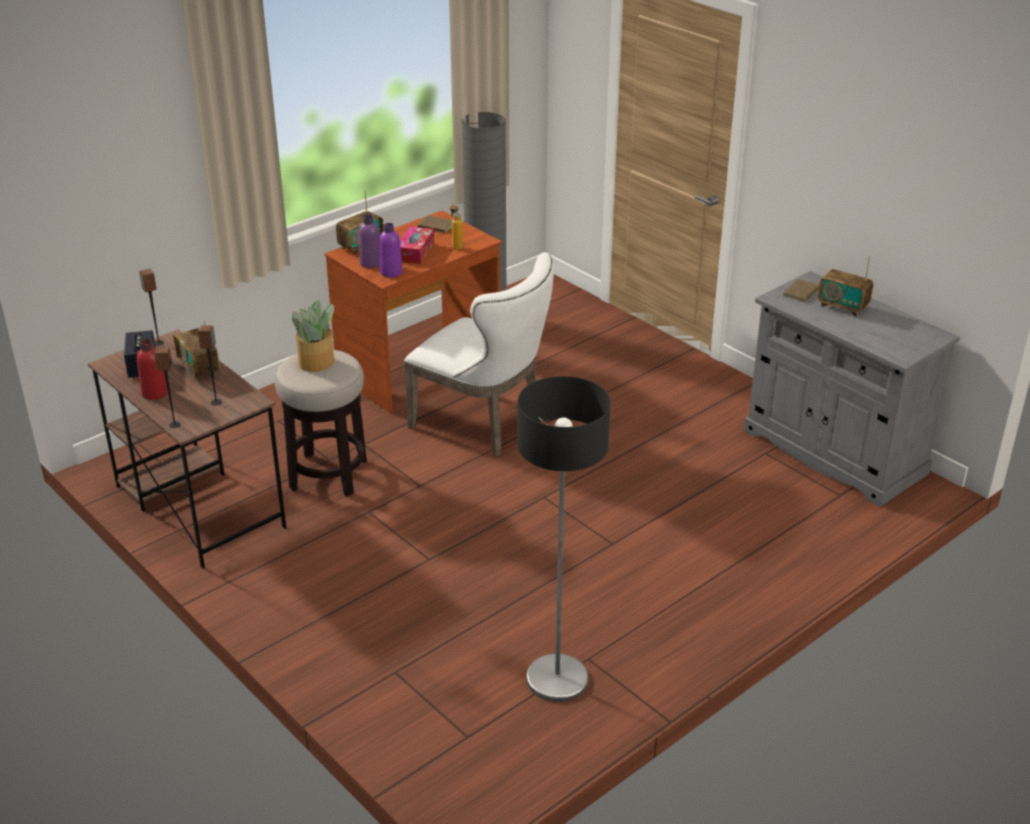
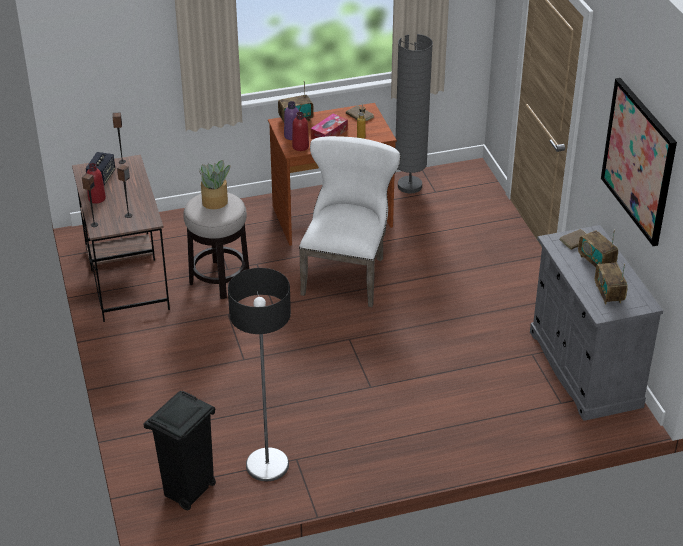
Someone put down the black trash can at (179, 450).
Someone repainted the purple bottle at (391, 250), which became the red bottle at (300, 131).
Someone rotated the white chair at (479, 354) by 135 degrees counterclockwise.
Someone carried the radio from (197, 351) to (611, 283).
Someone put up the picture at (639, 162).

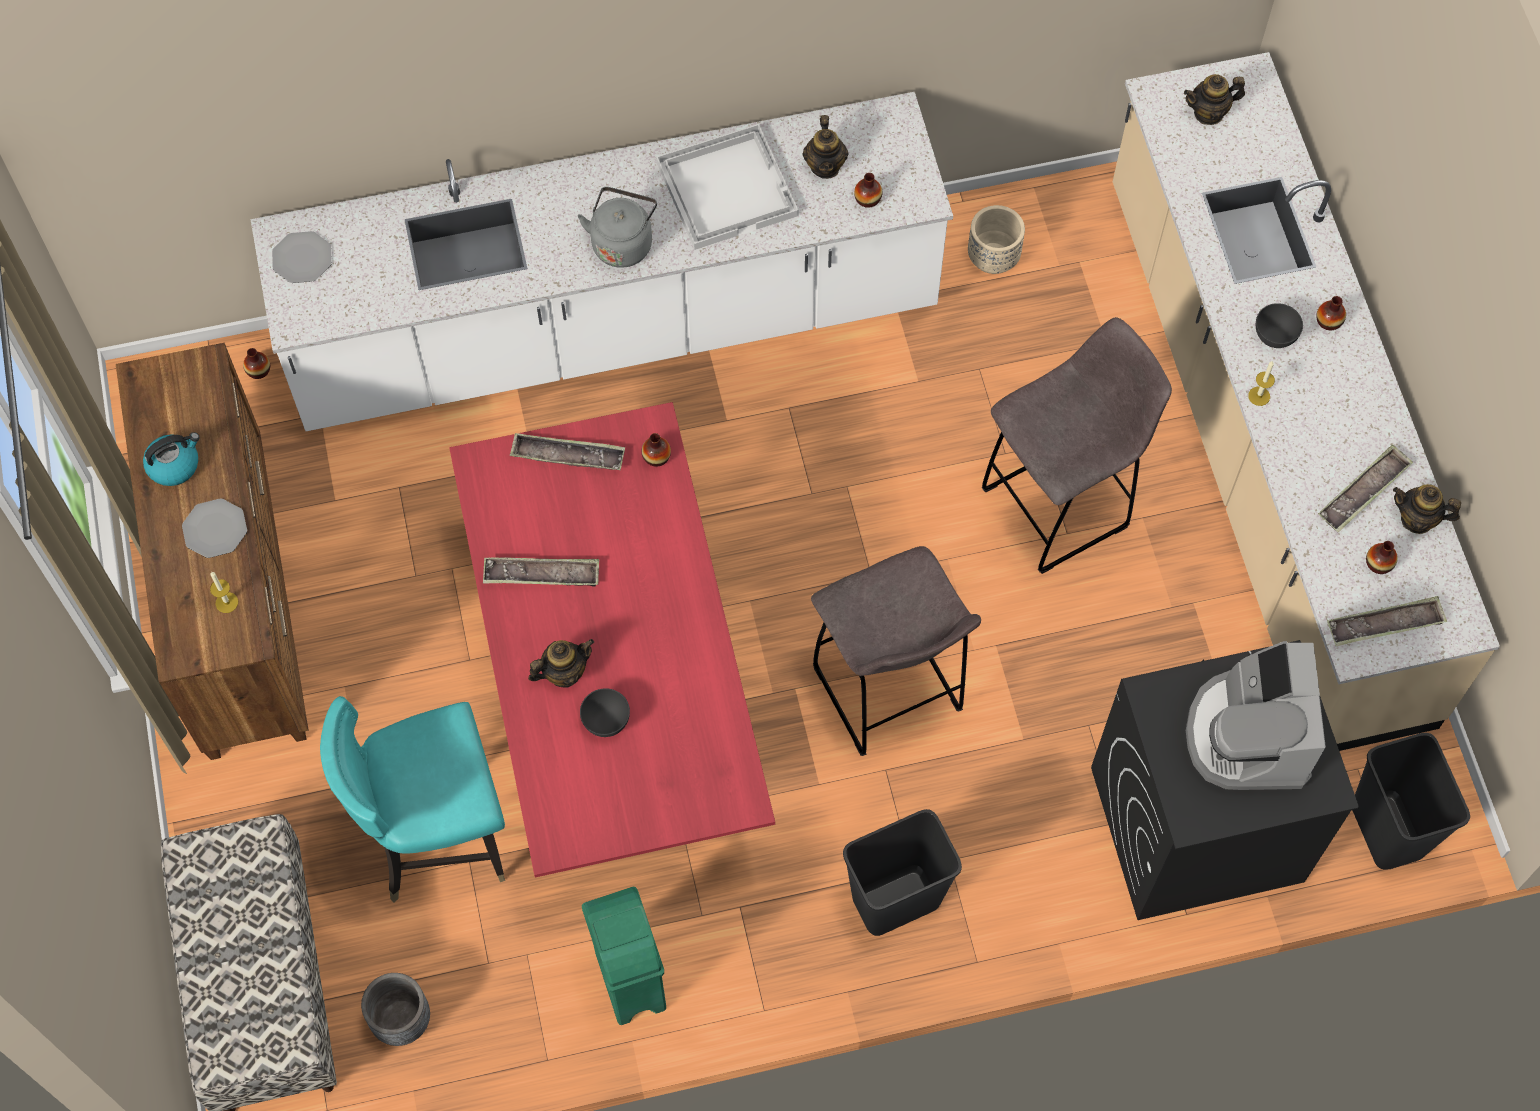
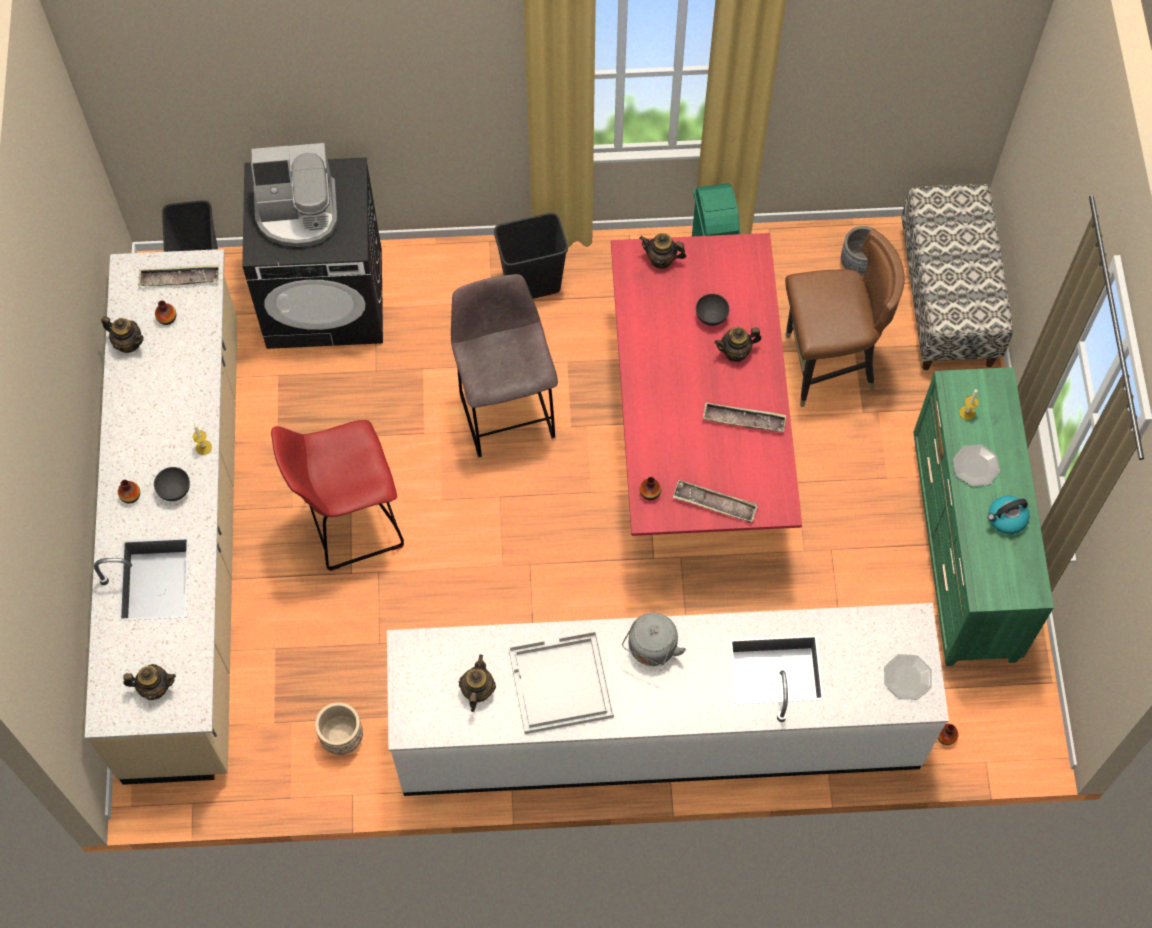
Someone rotated the coffee machine at (1256, 715) by 75 degrees clockwise.
Someone repainted the grey stool at (1077, 445), which became the red stool at (337, 495).
Someone put down the teapot at (663, 251).
Someone repainted the turquoise chair at (412, 799), which became the brown chair at (845, 318).
Someone repainted the brown dresser at (212, 551), which became the green dresser at (983, 516).
Someone took away the vase at (868, 190).
Someone took away the tray at (1365, 488).

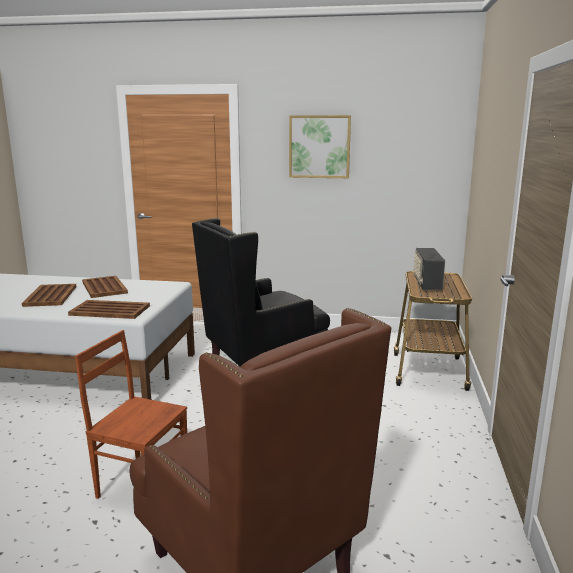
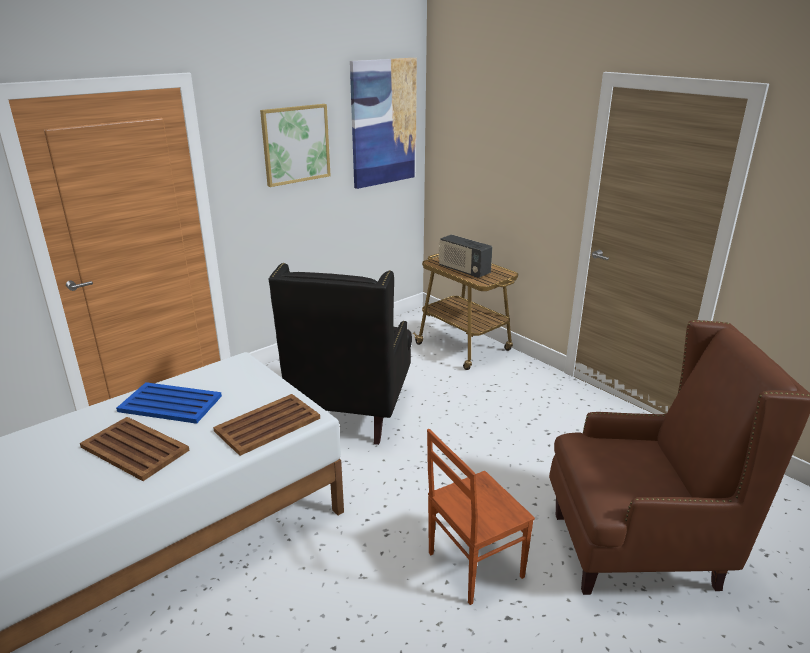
Someone repainted the brown tray at (105, 287), which became the blue tray at (169, 403).
Someone put up the picture at (383, 123).

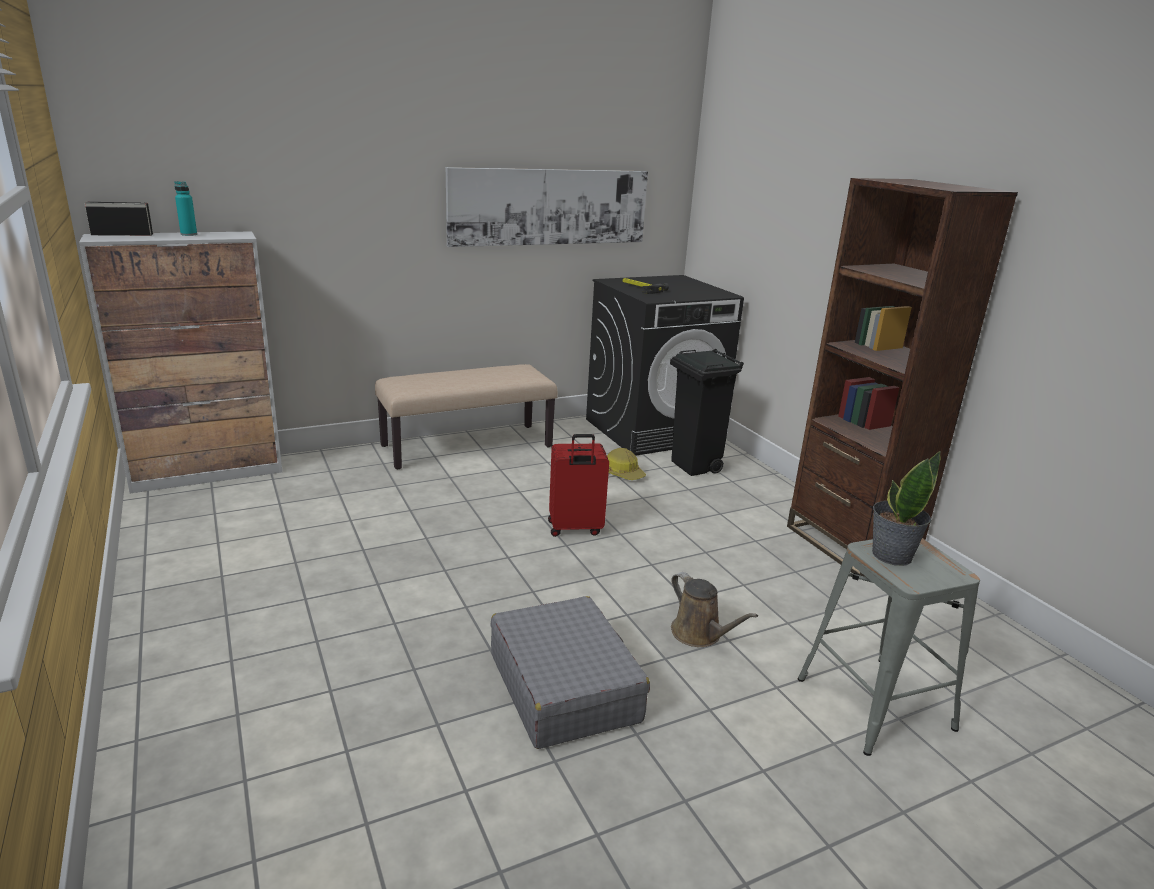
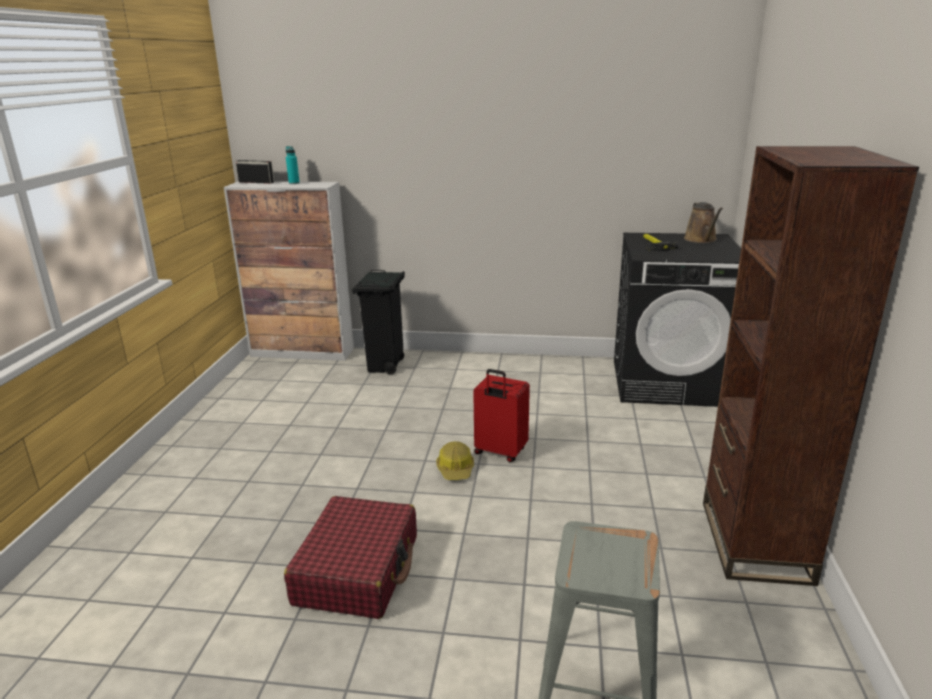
Someone repainted the grey suitcase at (570, 672), which became the red suitcase at (350, 557).
Someone carried the black trash can from (707, 412) to (378, 322).
Someone carried the hard hat from (626, 464) to (455, 460).
Someone carried the brown watering can from (714, 609) to (703, 222).
Someone took away the beige bench at (466, 416).
Someone took away the picture at (547, 207).
Someone took away the potted plant at (906, 508).

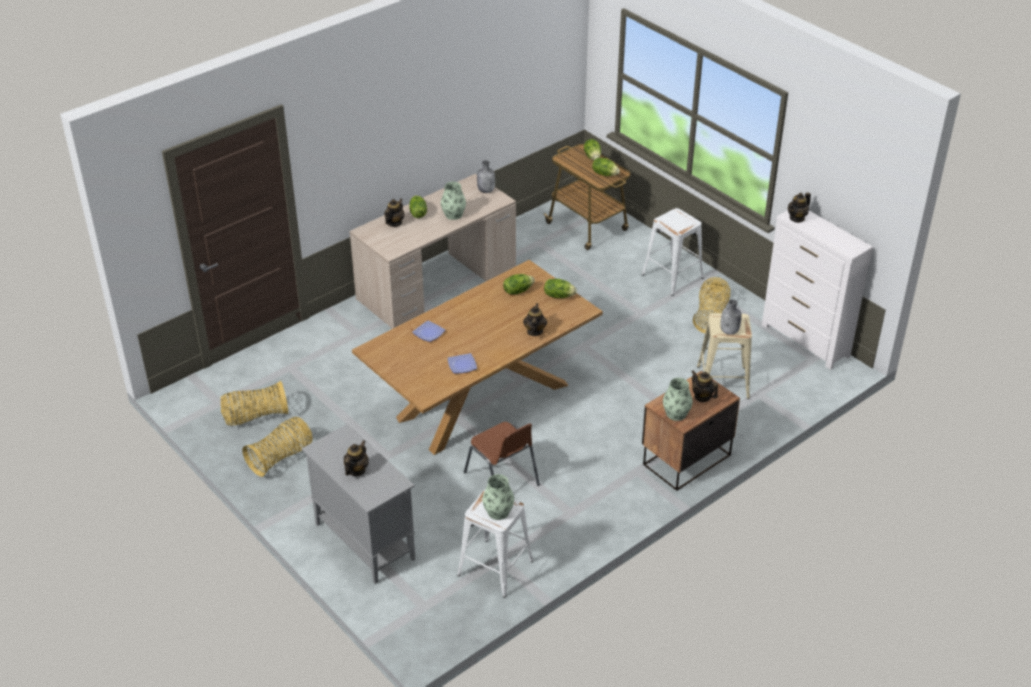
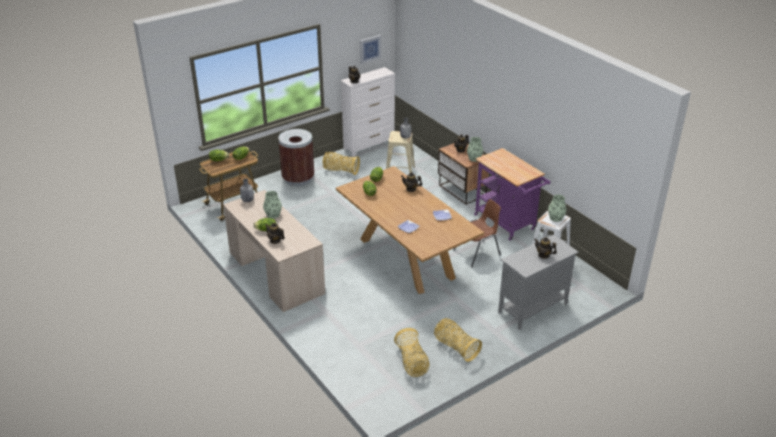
Someone swapped the white stool at (673, 252) for the brown trash can at (296, 157).
Someone put up the picture at (370, 49).
Someone put down the purple cart at (512, 194).

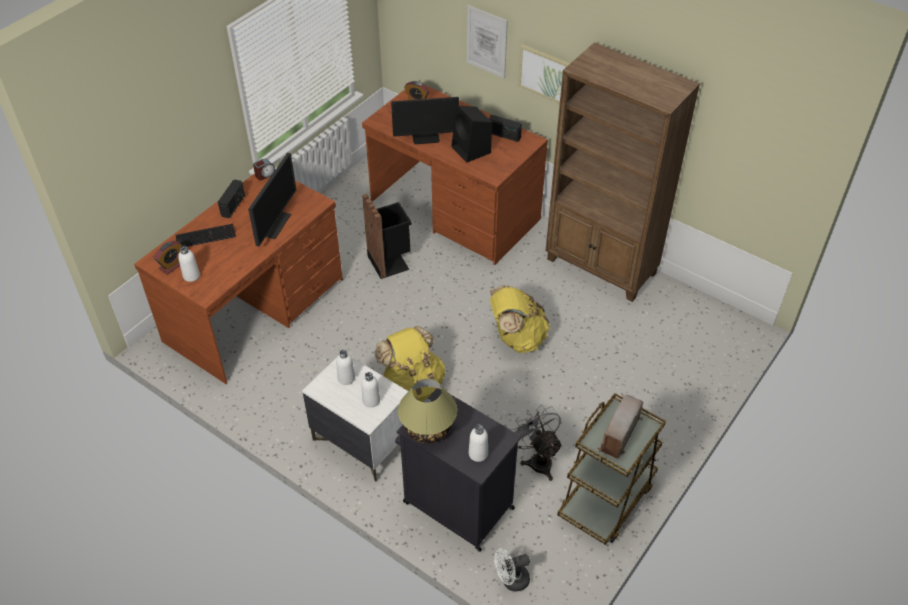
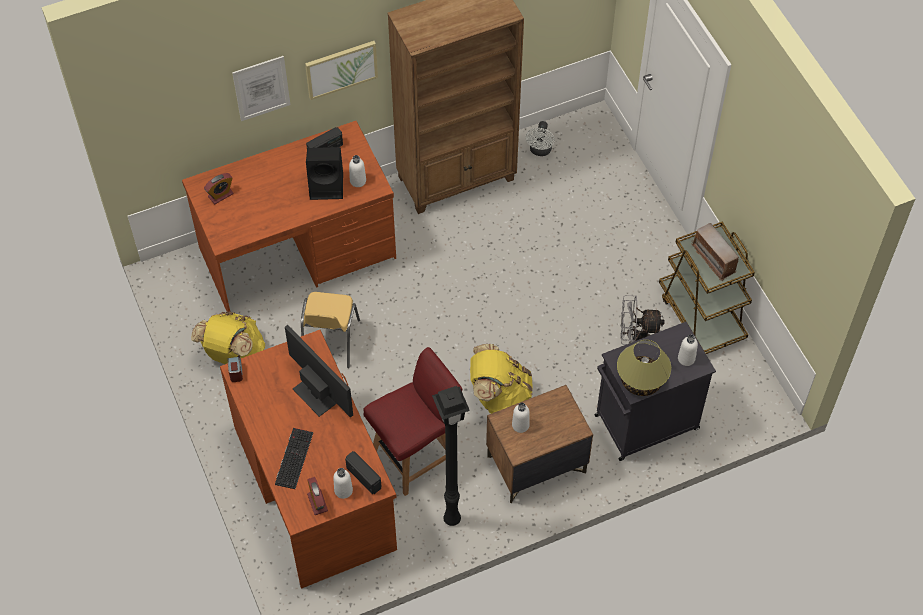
Someone carried the yellow backpack from (520, 319) to (228, 338).
Someone swapped the black trash can at (387, 236) for the yellow chair at (330, 330).
Someone carried the radio from (231, 198) to (363, 472).
Someone carried the white bottle from (370, 389) to (357, 171).
Someone put down the red chair at (413, 421).
Someone put down the black floor lamp at (451, 456).
Someone repainted the white nightstand at (355, 419), which became the brown nightstand at (539, 444).
Someone carried the white fan from (512, 570) to (540, 138).
Someone took away the monitor at (425, 120).

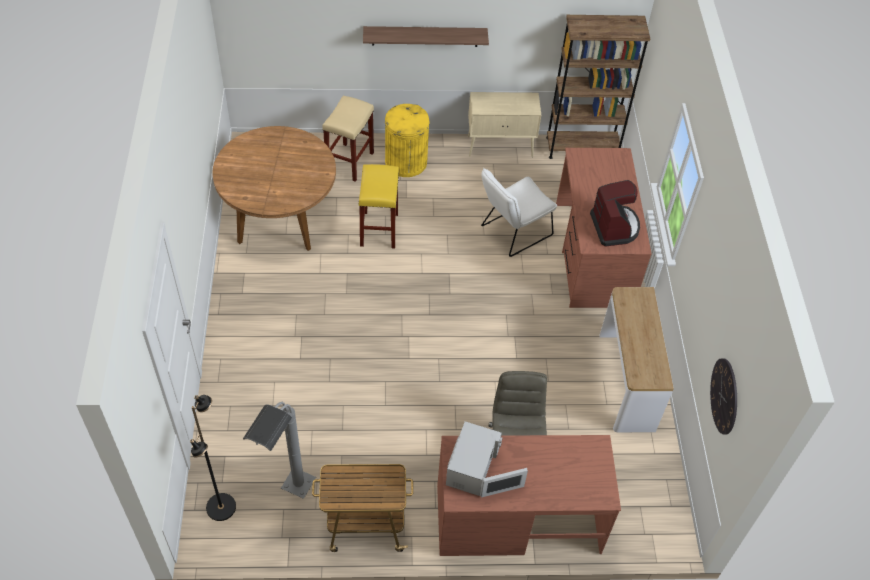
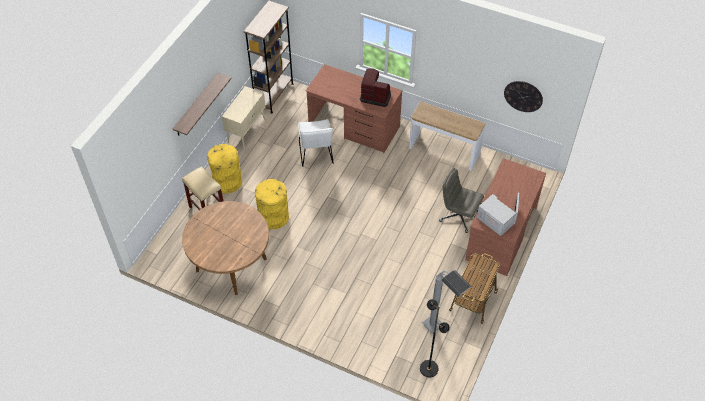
Someone swapped the yellow stool at (379, 206) for the yellow trash can at (272, 204).

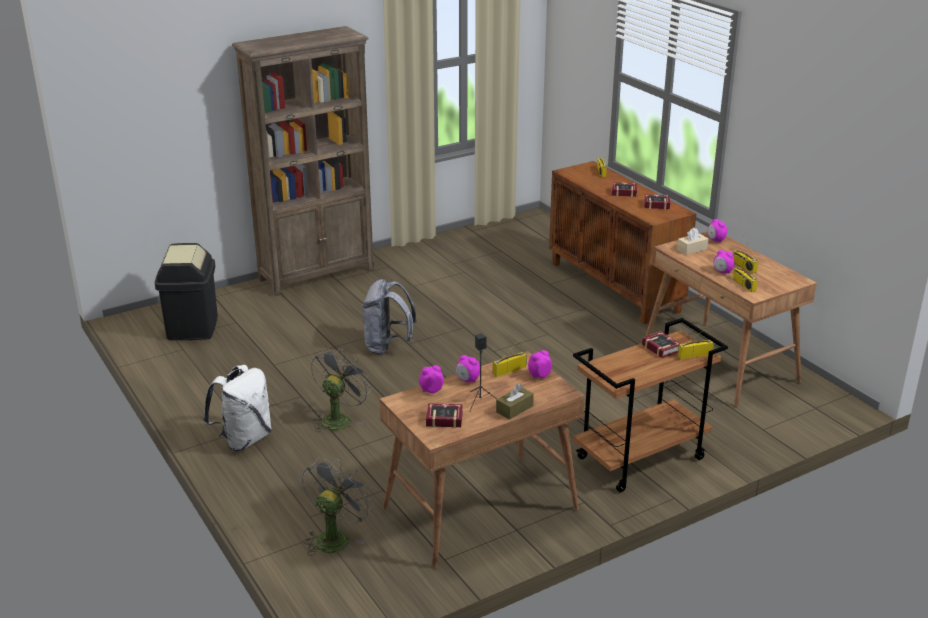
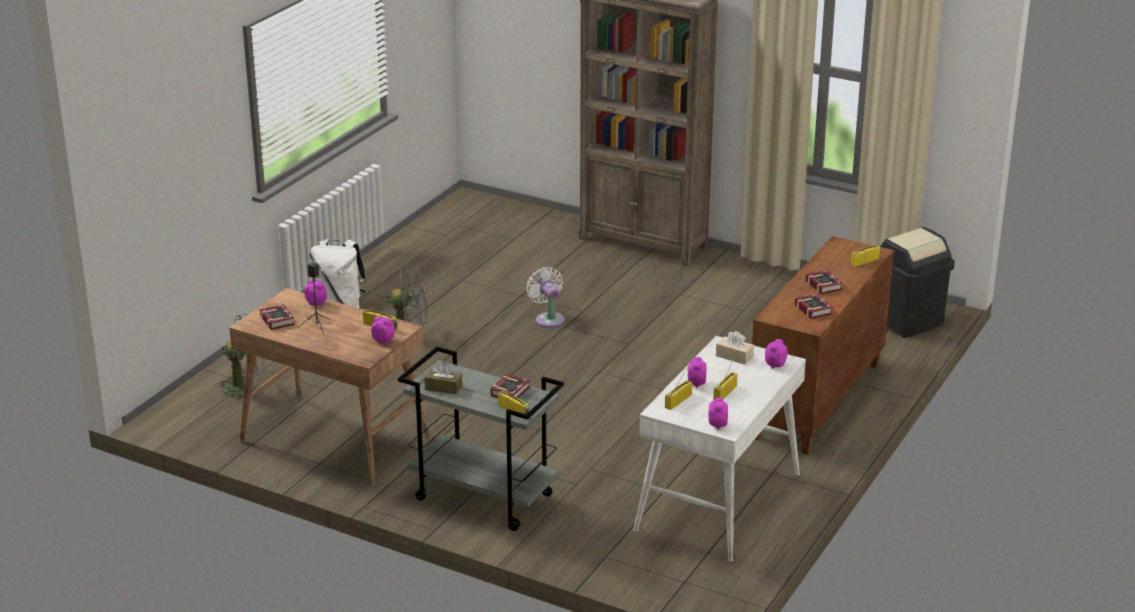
Someone repainted the brown cart at (650, 405), which became the grey cart at (481, 439).
Someone carried the brown tissue box from (515, 402) to (443, 379).
Someone swapped the grey backpack at (389, 317) for the white fan at (545, 297).
Someone repainted the brown desk at (731, 319), which became the white desk at (719, 449).
Someone carried the alarm clock from (468, 369) to (718, 413).
Someone carried the black trash can from (186, 291) to (917, 282).

